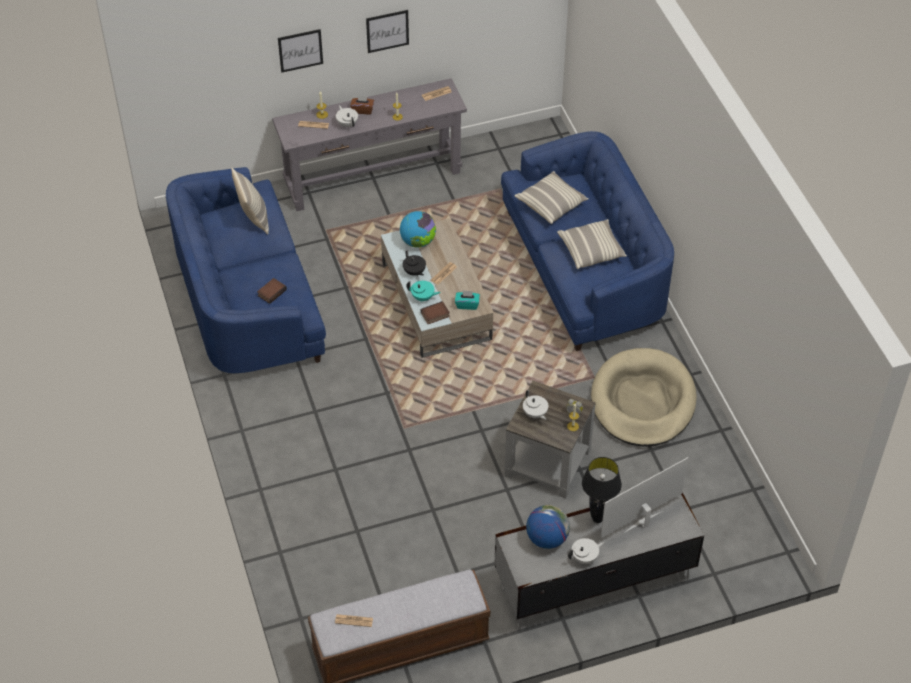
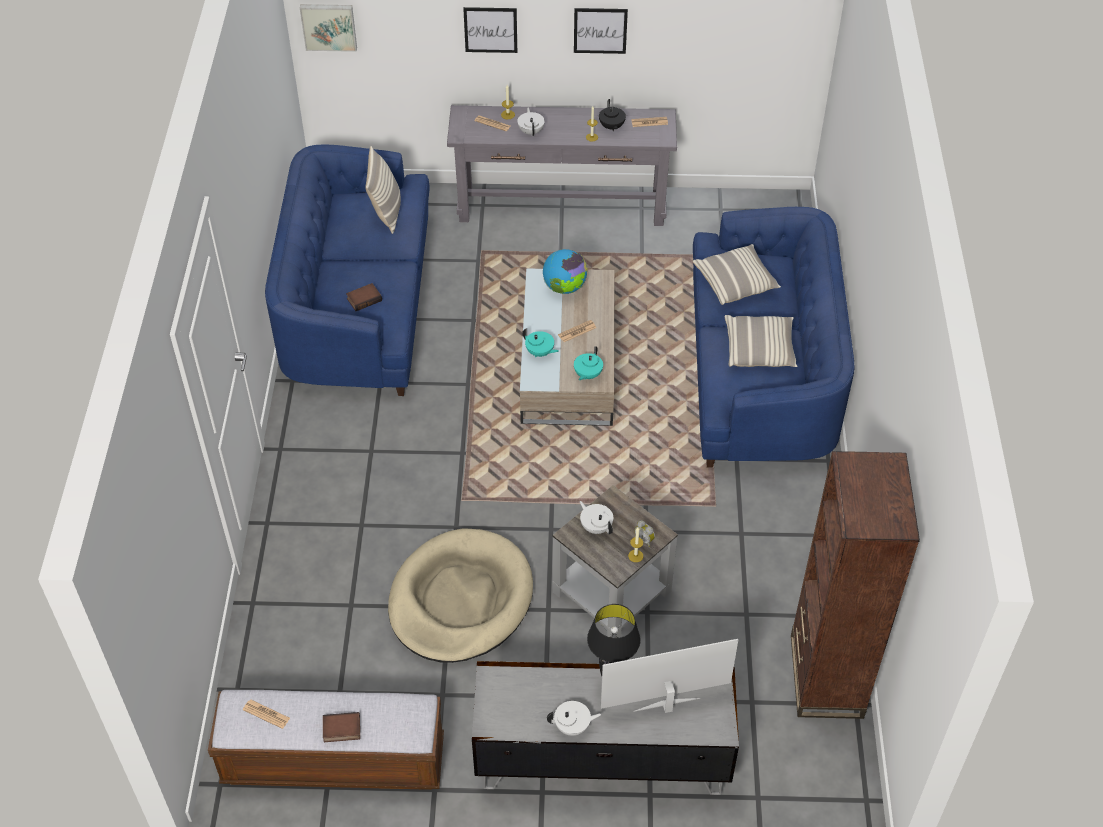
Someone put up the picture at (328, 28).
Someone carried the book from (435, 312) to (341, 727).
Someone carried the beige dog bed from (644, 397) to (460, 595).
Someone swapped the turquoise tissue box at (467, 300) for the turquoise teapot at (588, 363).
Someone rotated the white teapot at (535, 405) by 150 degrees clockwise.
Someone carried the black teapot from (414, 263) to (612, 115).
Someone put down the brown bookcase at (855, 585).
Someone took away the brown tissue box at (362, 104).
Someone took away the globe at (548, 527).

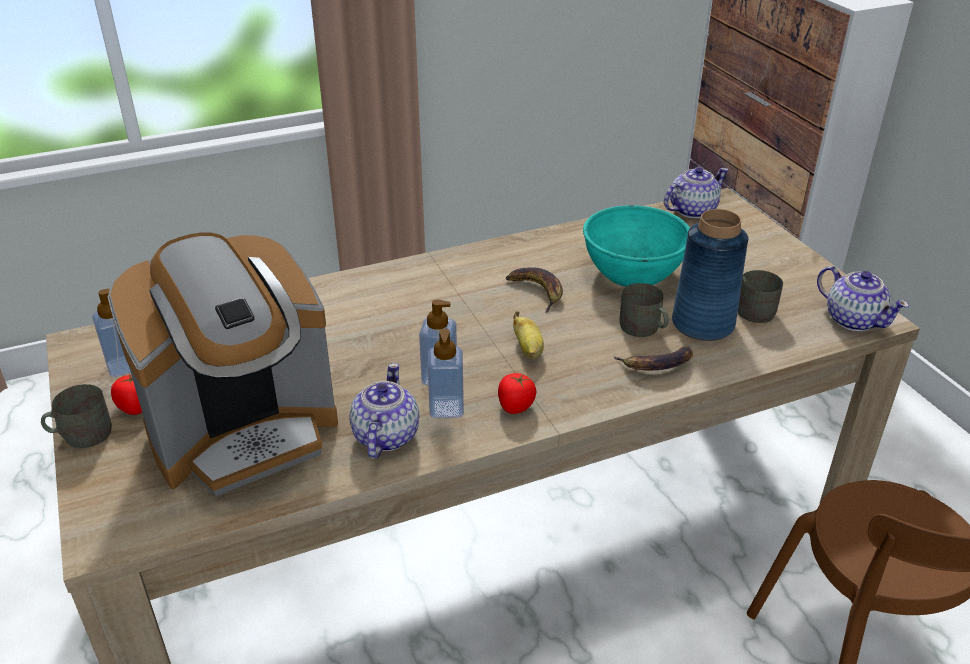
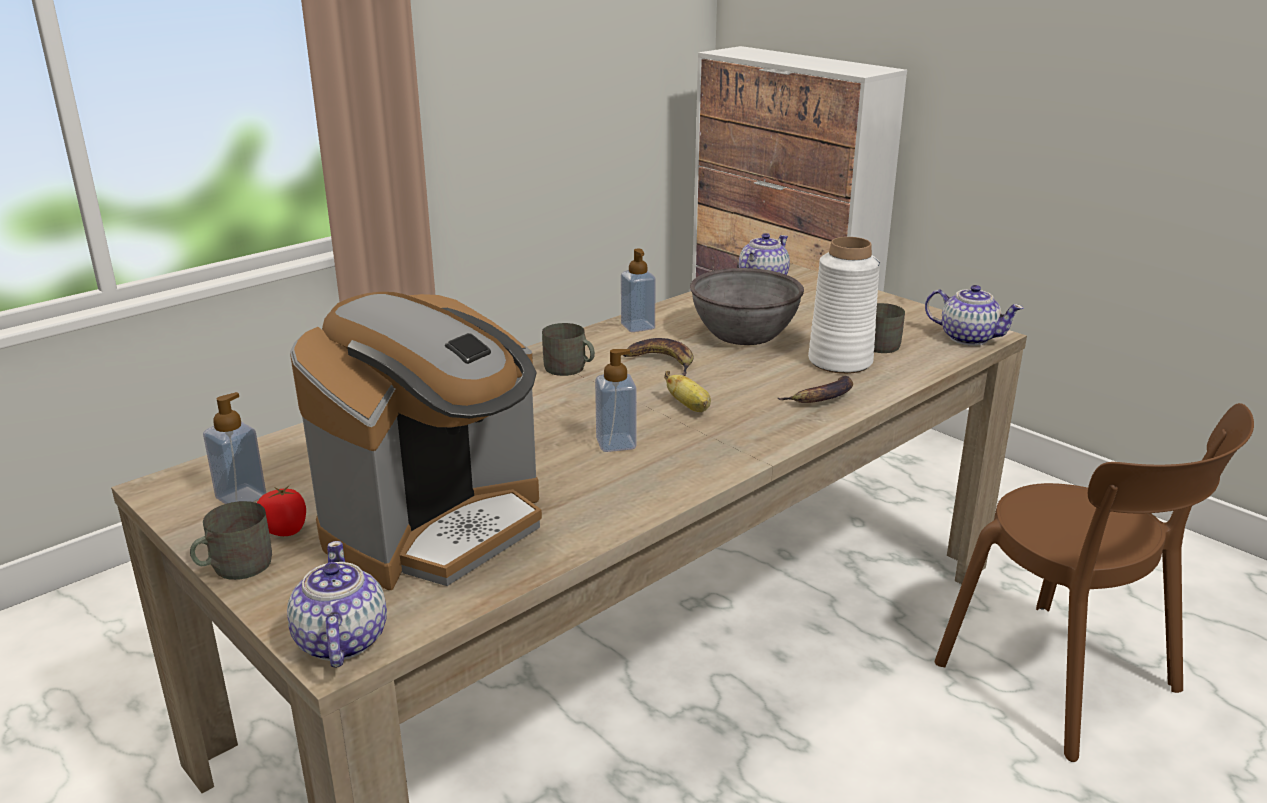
Someone carried the teapot from (384, 410) to (337, 604).
Someone carried the grey mug from (644, 310) to (568, 349).
Someone carried the soap dispenser from (445, 373) to (638, 290).
Someone repainted the turquoise bowl at (636, 246), which became the grey bowl at (747, 306).
Someone repainted the blue vase at (710, 275), which became the white vase at (844, 305).
Someone took away the tomato at (517, 393).

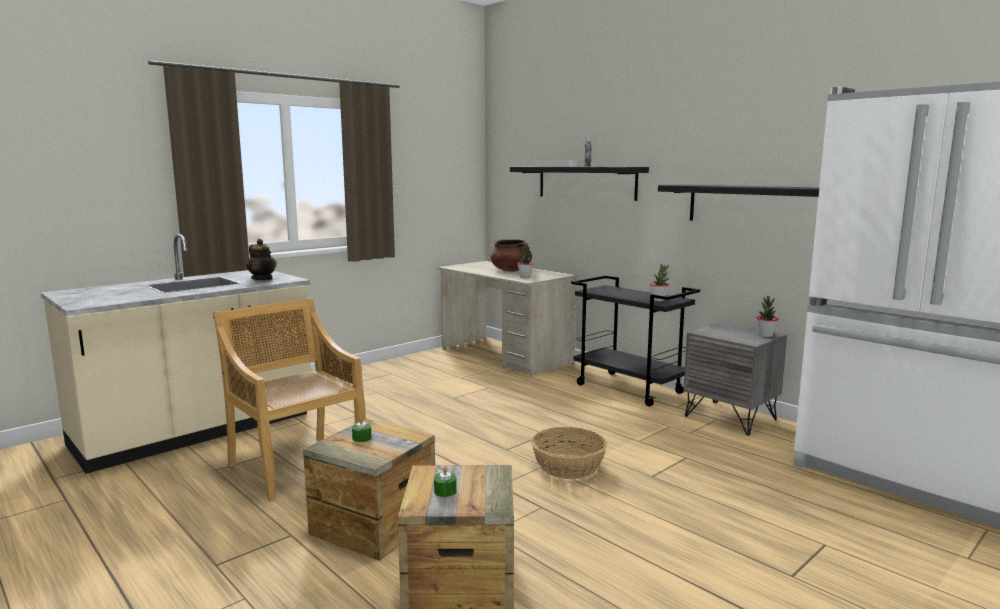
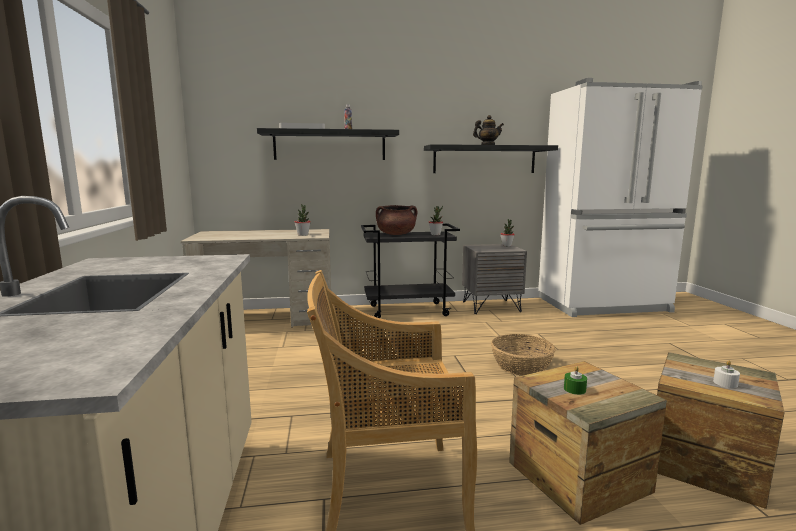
Someone carried the brown cooking pot from (511, 255) to (396, 220).
Someone carried the teapot from (261, 259) to (488, 130).
Someone repainted the green candle at (445, 481), which became the white candle at (726, 374).

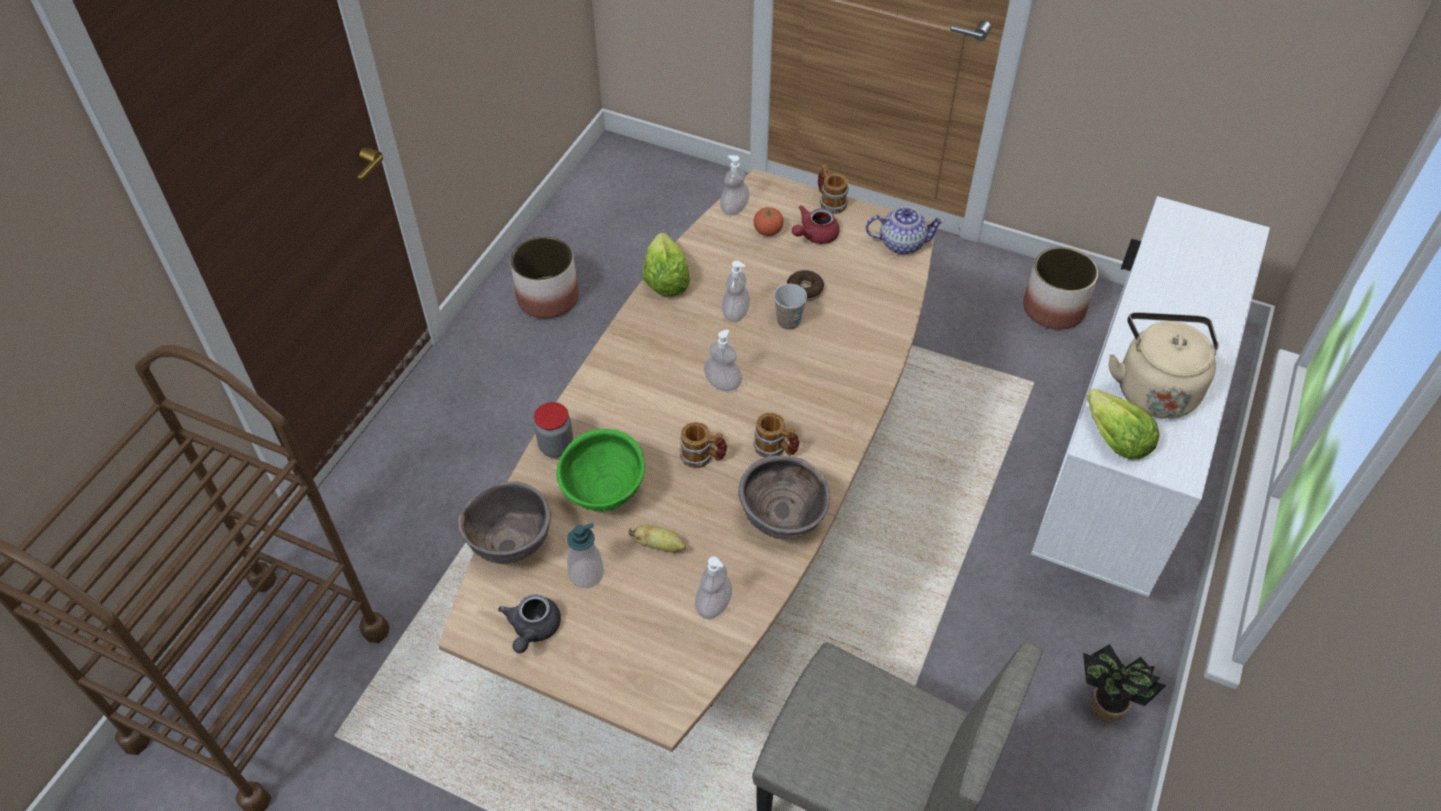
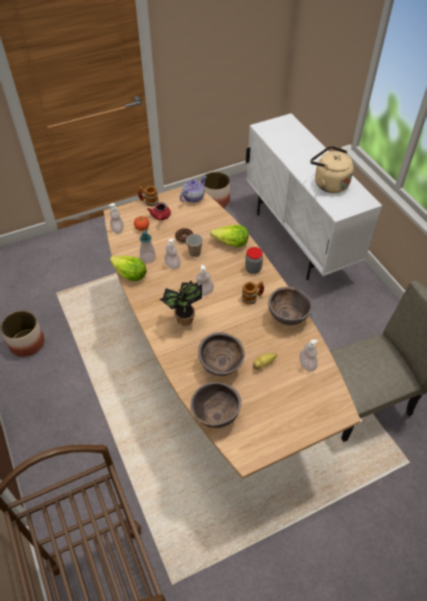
Someone carried the soap dispenser from (585, 555) to (148, 246).
Someone carried the potted plant from (1125, 683) to (181, 303).
Someone repainted the green bowl at (601, 470), which became the brown bowl at (221, 354).
Someone carried the lettuce from (1122, 424) to (229, 236).
Someone carried the jar from (553, 430) to (254, 260).
Someone took away the grey teapot at (529, 623).
Someone took away the mug at (703, 445).

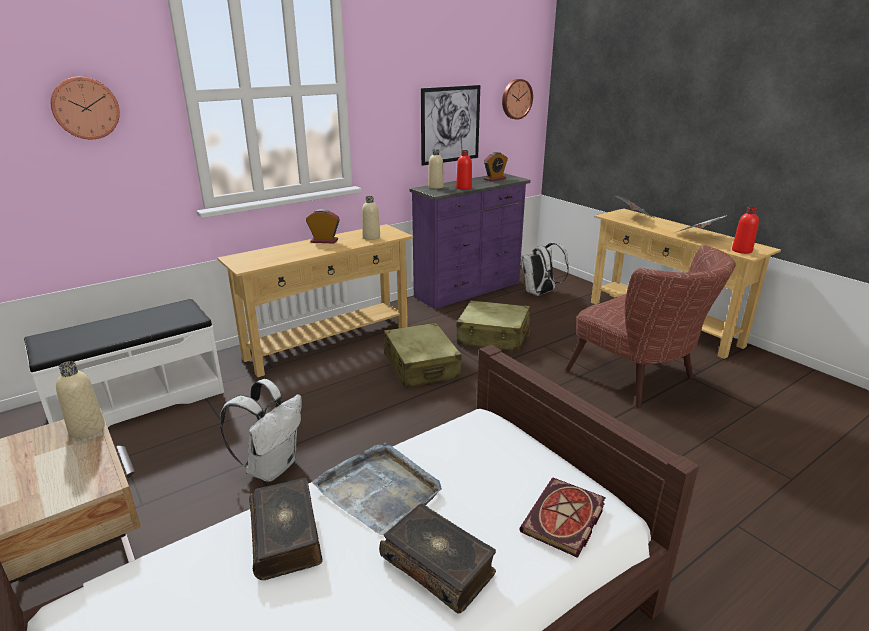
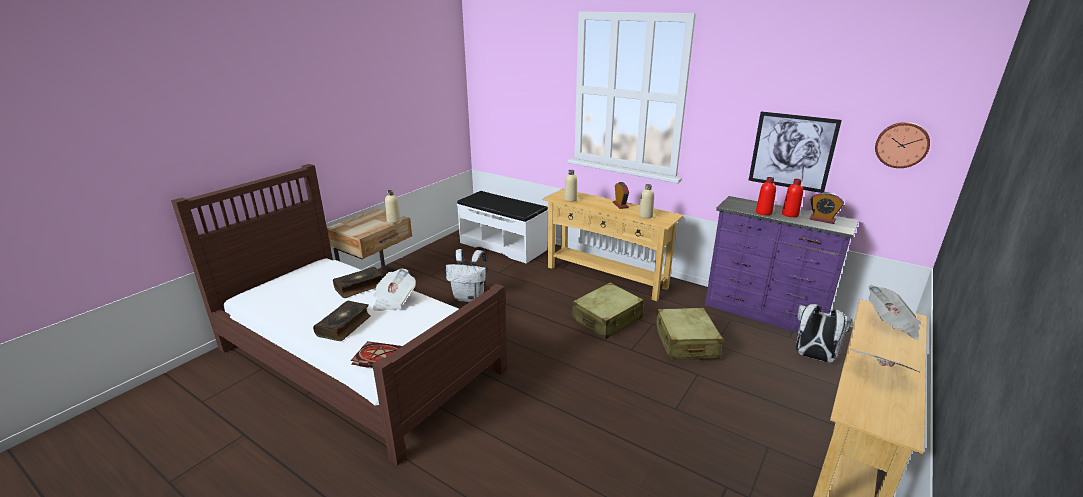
Someone swapped the grey tray at (377, 489) for the newspaper at (394, 290).
Someone carried the beige bottle from (436, 169) to (570, 186).
Someone carried the red bottle from (745, 230) to (792, 198).
Someone took away the wall clock at (85, 108).
Someone took away the brown armchair at (650, 327).

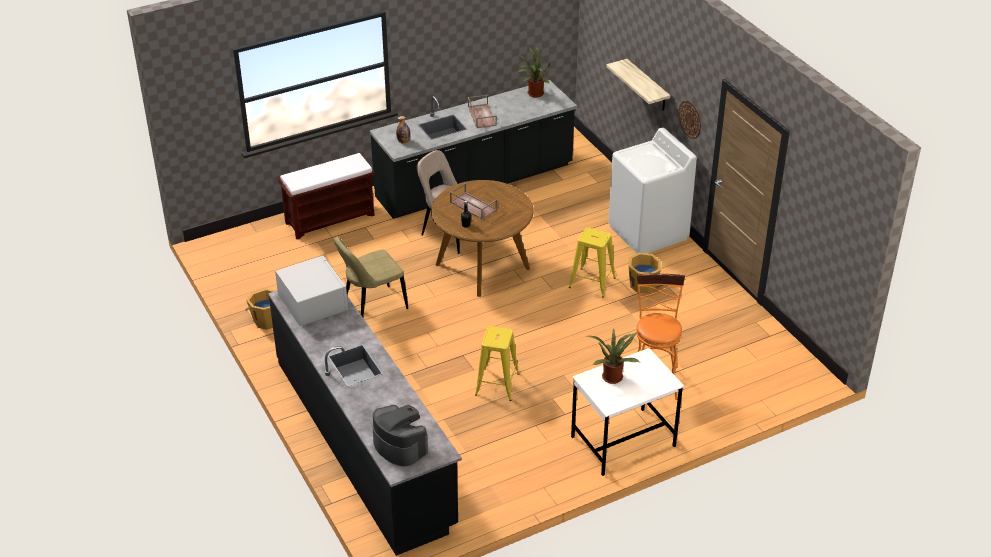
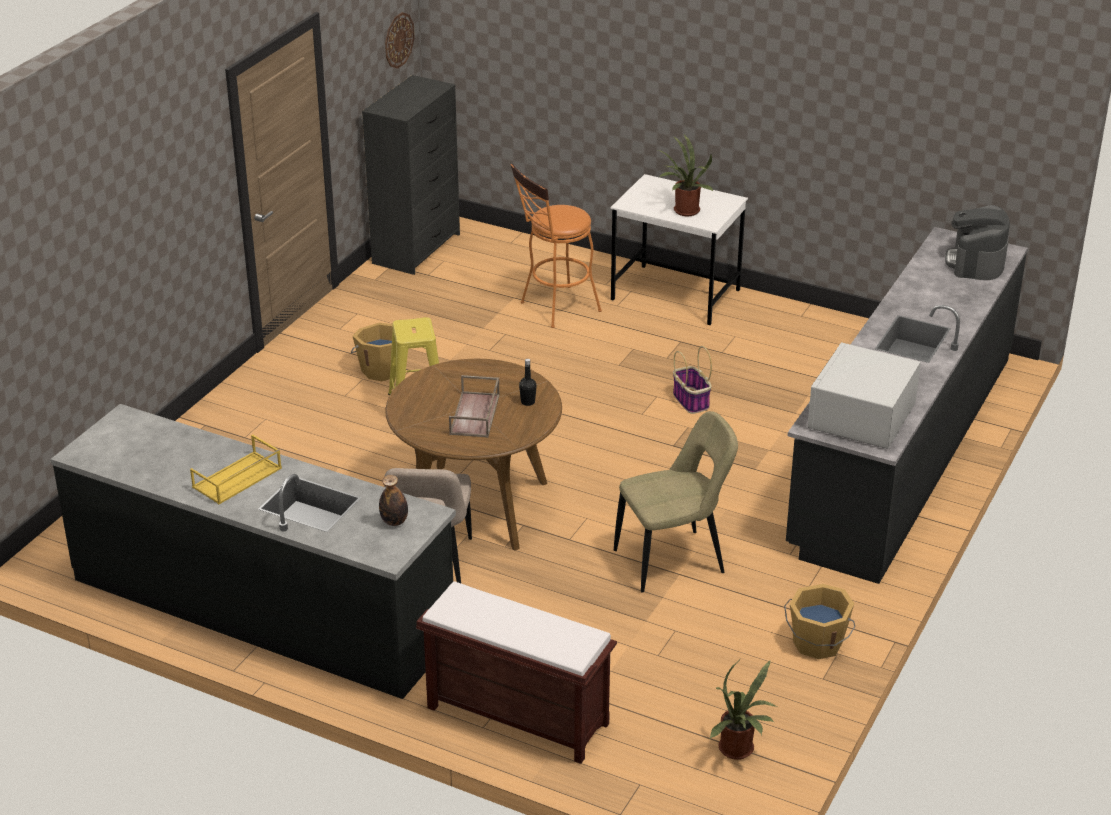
Someone repainted the brown tray at (482, 111), which became the yellow tray at (236, 469).
Someone put down the black dresser at (411, 175).
Someone carried the wall clock from (689, 120) to (400, 40).
Someone rotated the beige chair at (371, 276) by 45 degrees counterclockwise.
Someone swapped the yellow stool at (497, 363) for the basket at (692, 380).
Someone carried the potted plant from (534, 72) to (743, 710).
Someone took away the shelf at (638, 85).
Someone took away the white washing machine at (652, 190).

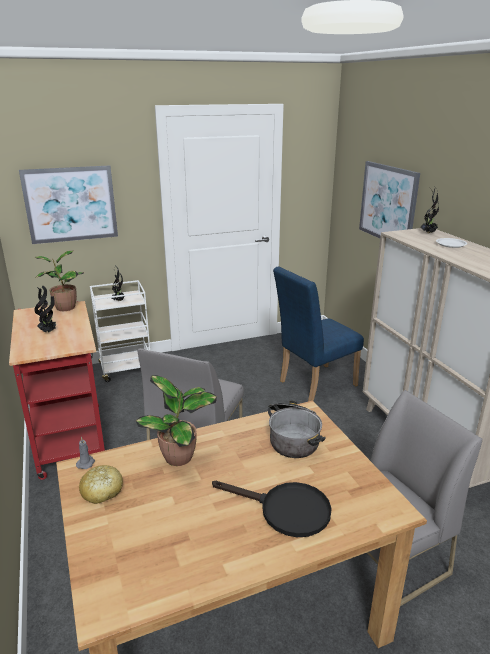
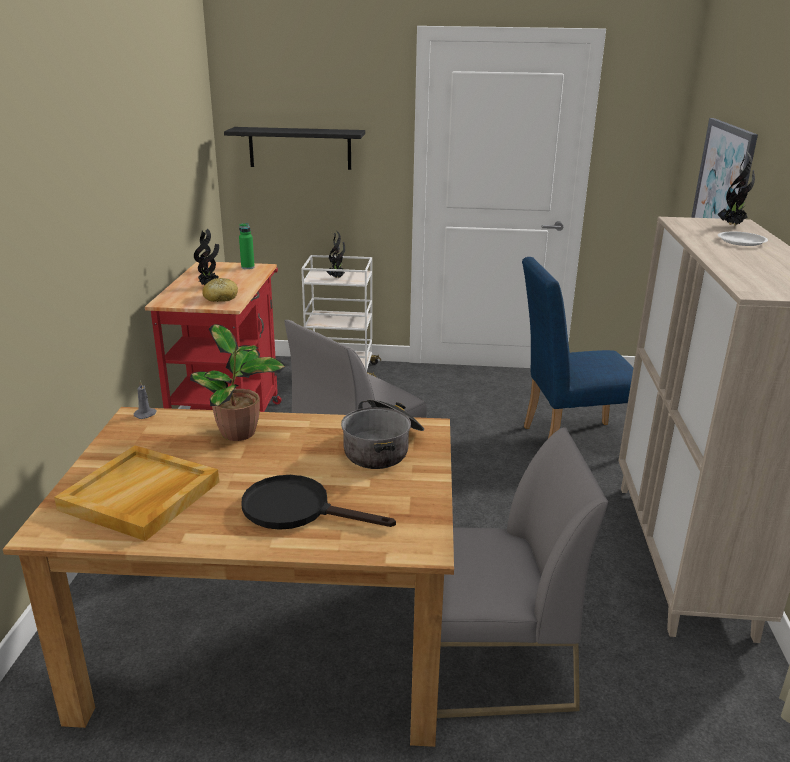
Someone put down the beige tray at (136, 493).
Someone carried the bread from (101, 484) to (220, 290).
Someone swapped the picture at (68, 204) for the black shelf at (294, 148).
Someone swapped the potted plant at (59, 280) for the green bottle at (247, 246).
Someone rotated the black frying pan at (272, 509) by 150 degrees clockwise.

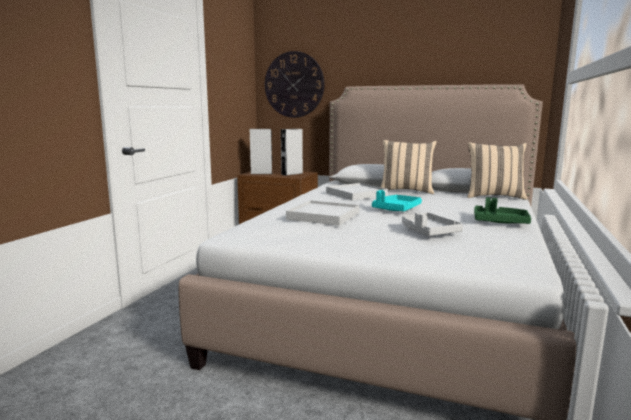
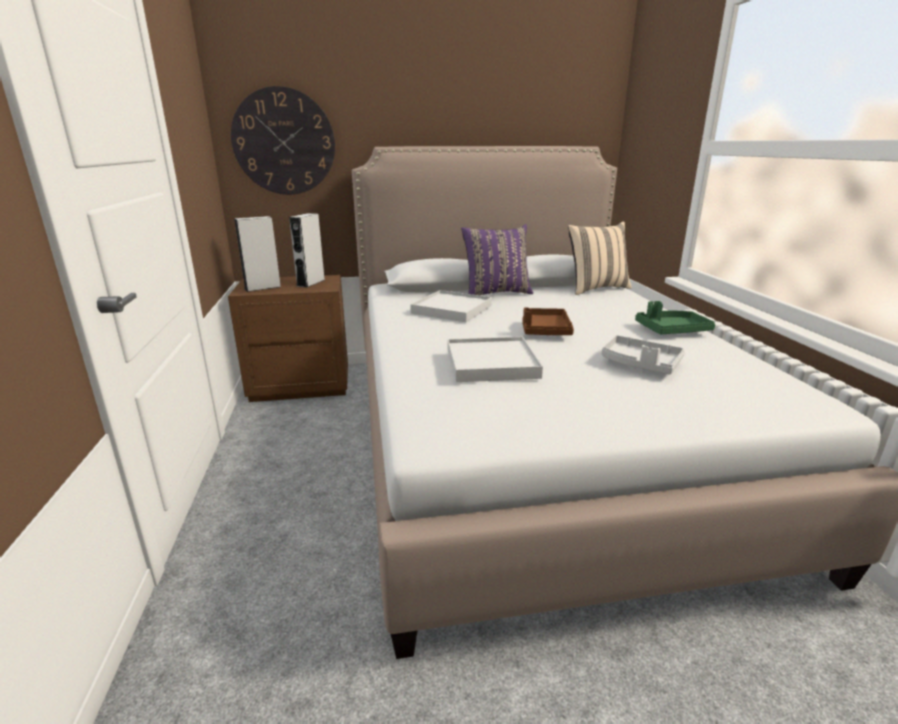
Someone repainted the beige pillow at (409, 167), which became the purple pillow at (497, 259).
Someone repainted the turquoise tray at (397, 200), which became the brown tray at (548, 321).

